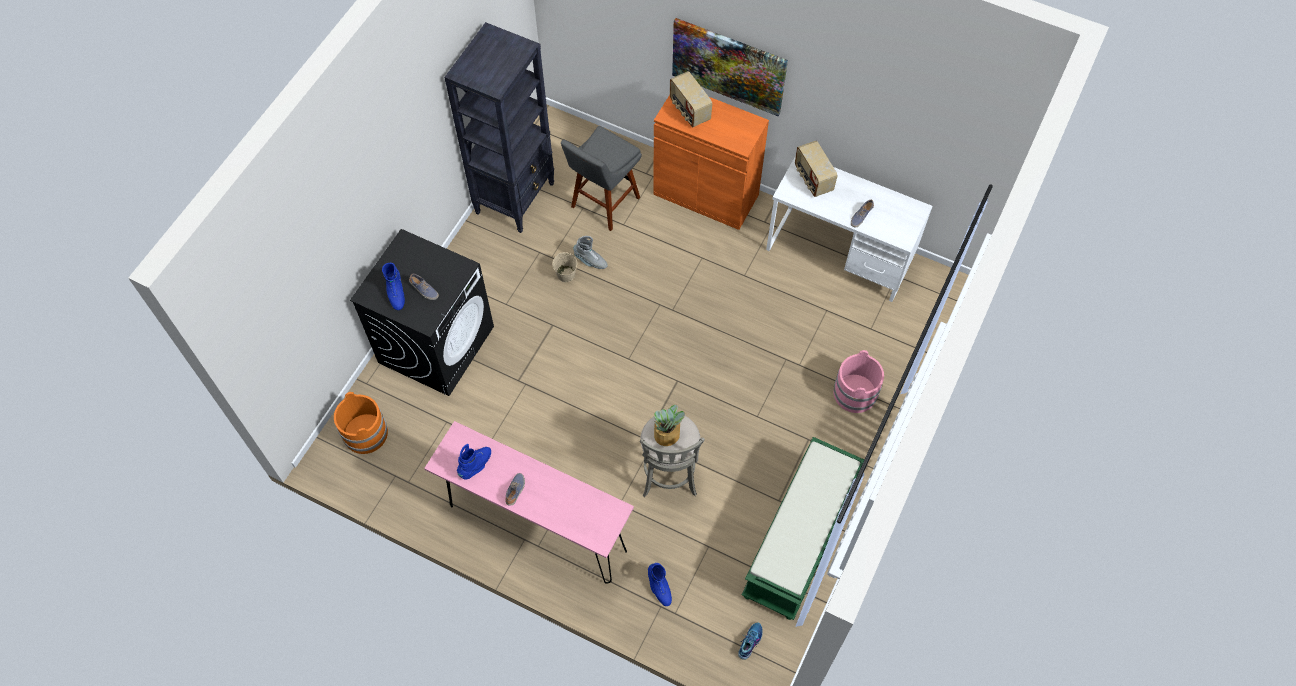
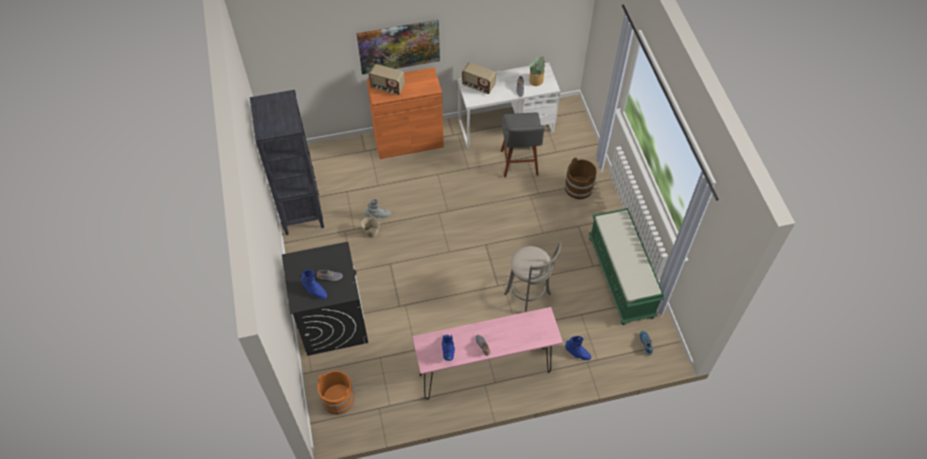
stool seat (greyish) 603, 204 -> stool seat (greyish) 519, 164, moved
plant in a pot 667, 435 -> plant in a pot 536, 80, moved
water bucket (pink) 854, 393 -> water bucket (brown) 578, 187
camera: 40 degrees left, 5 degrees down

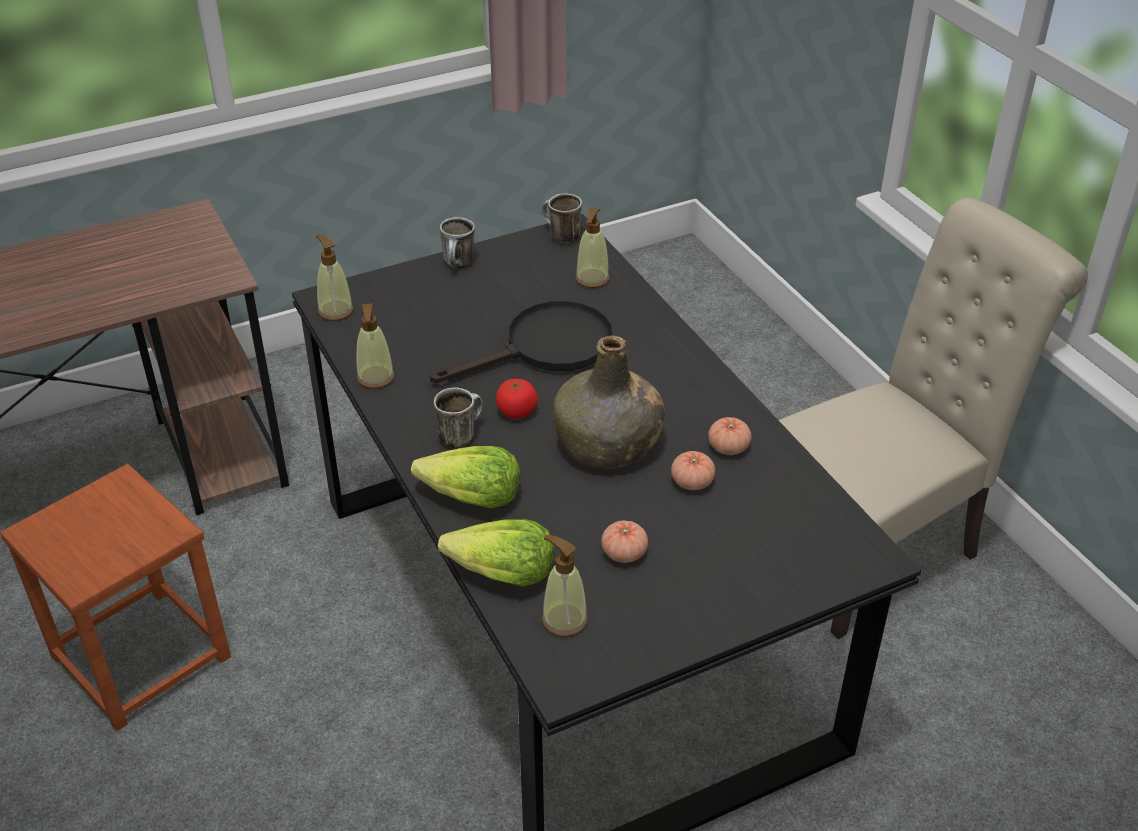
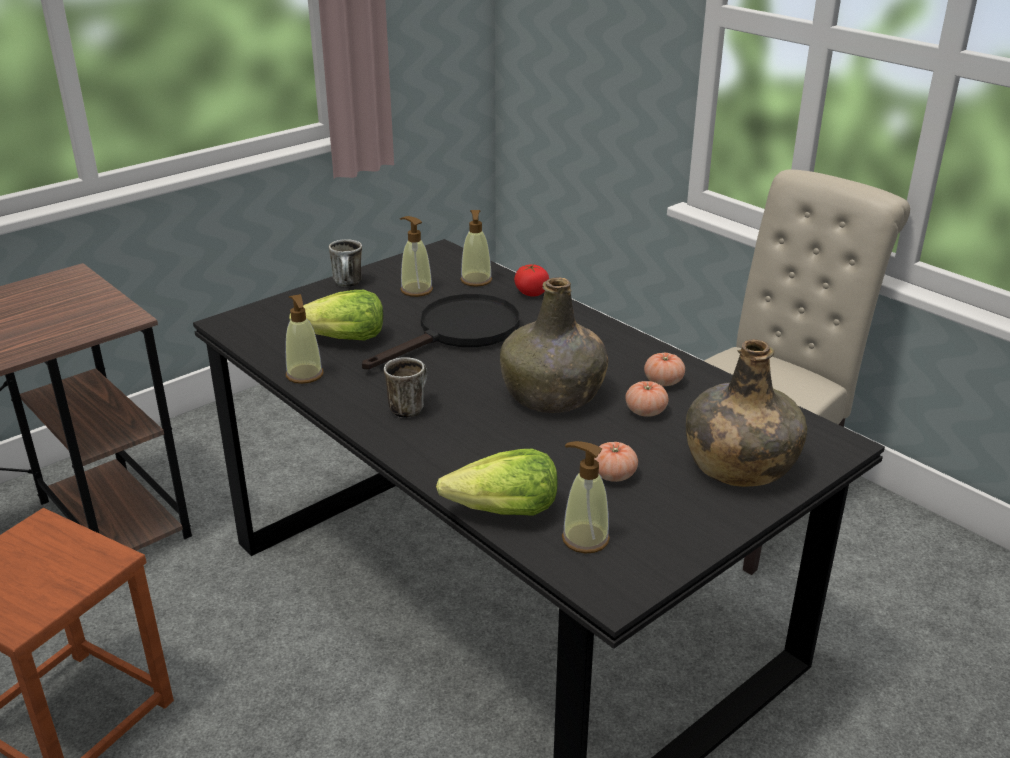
coffee mug 560, 237 -> none
none -> beverage bottle (green) 738, 464
liquid soap bottle 335, 311 -> liquid soap bottle 416, 290, moved
lettuce 471, 498 -> lettuce 343, 339, moved
tomato 517, 411 -> tomato 531, 293, moved
camera: 15 degrees left, 10 degrees down

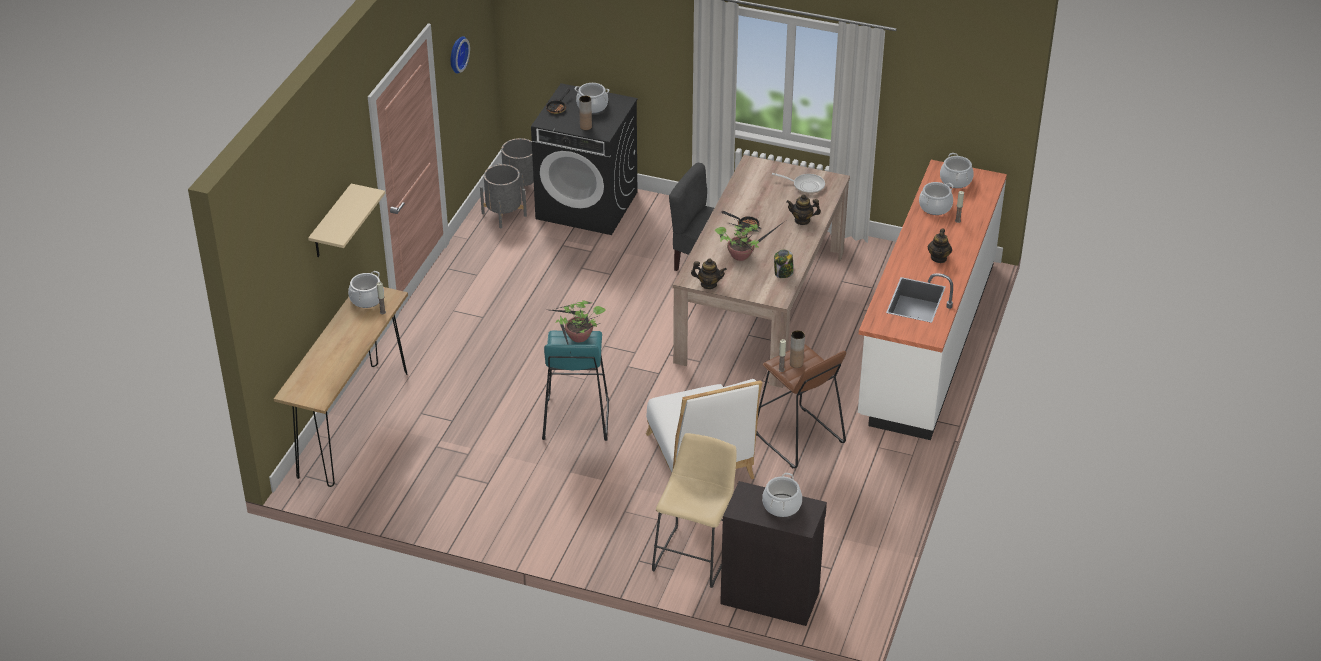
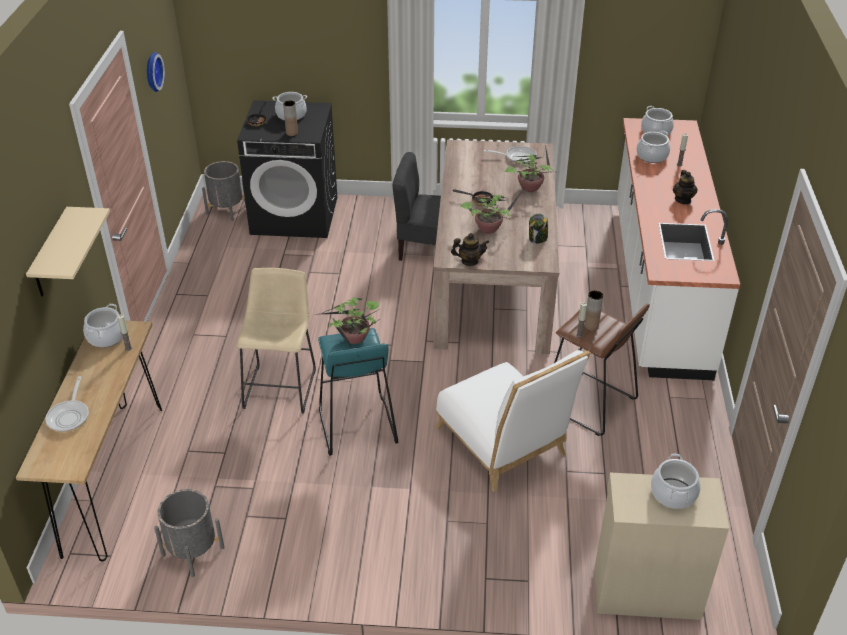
none -> frying pan 69, 416
planter (greyish) 504, 214 -> planter (greyish) 193, 551, moved
stool seat (sand-coloured) 696, 553 -> stool seat (sand-coloured) 281, 385, moved
pot for tea 802, 220 -> plant in a pot 530, 188
cupboard (black-coloured) 769, 596 -> cupboard (sand-coloured) 645, 591
camera: 15 degrees left, 0 degrees up

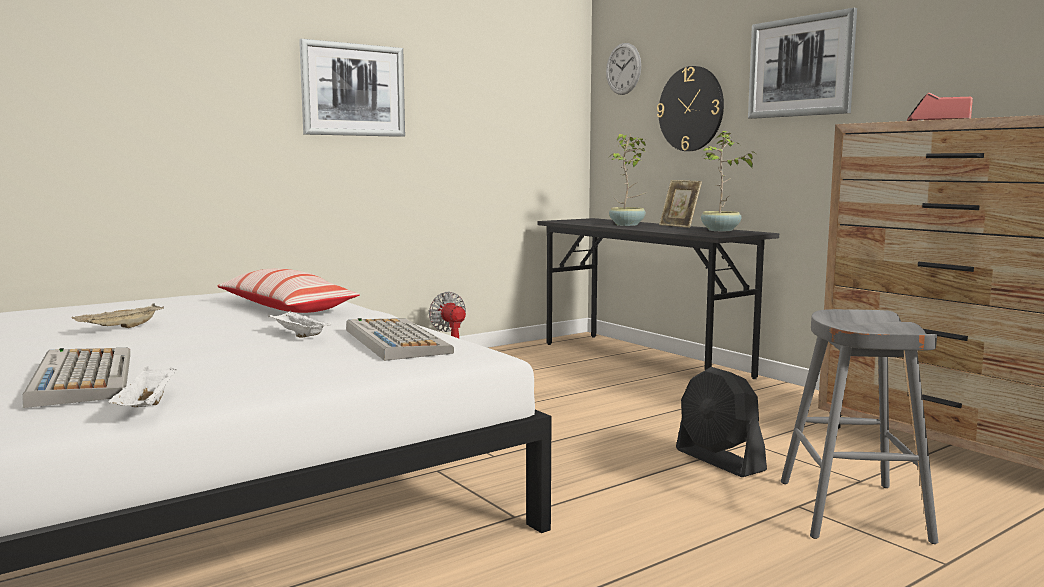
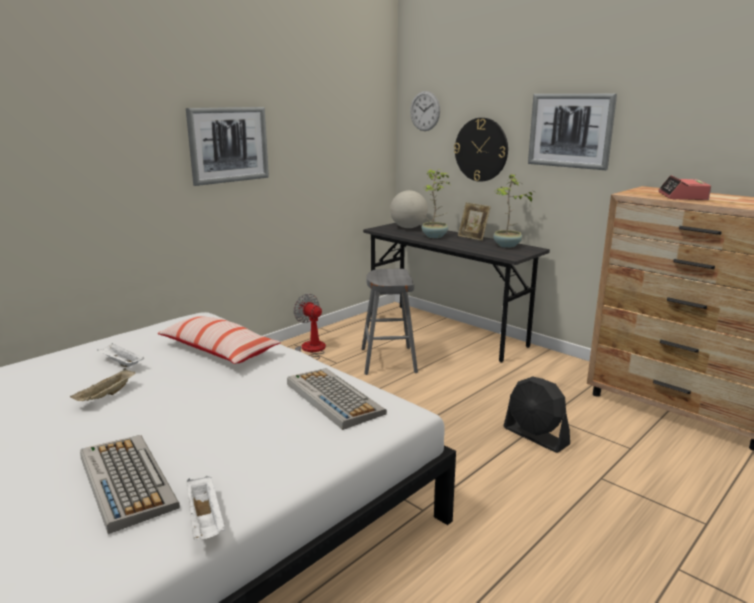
none -> globe 408, 227
serving tray (whitish) 298, 335 -> serving tray (whitish) 121, 363, moved
stool seat (greyish) 853, 511 -> stool seat (greyish) 388, 360, moved
camera: 10 degrees left, 10 degrees up

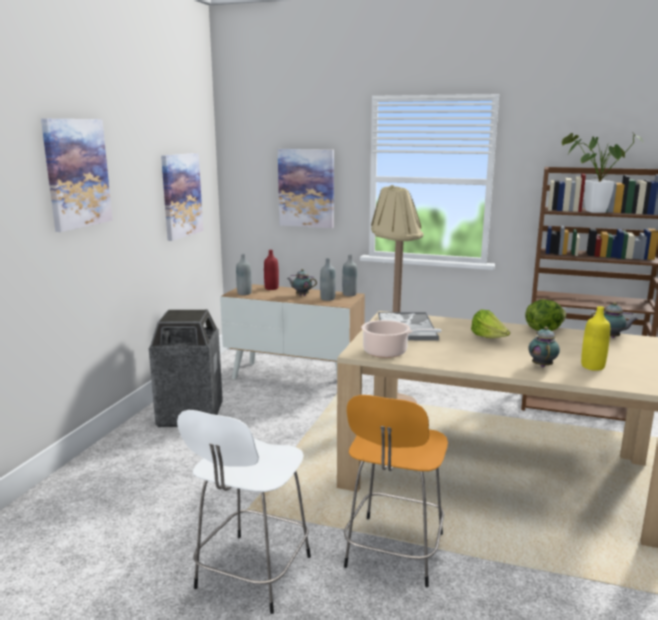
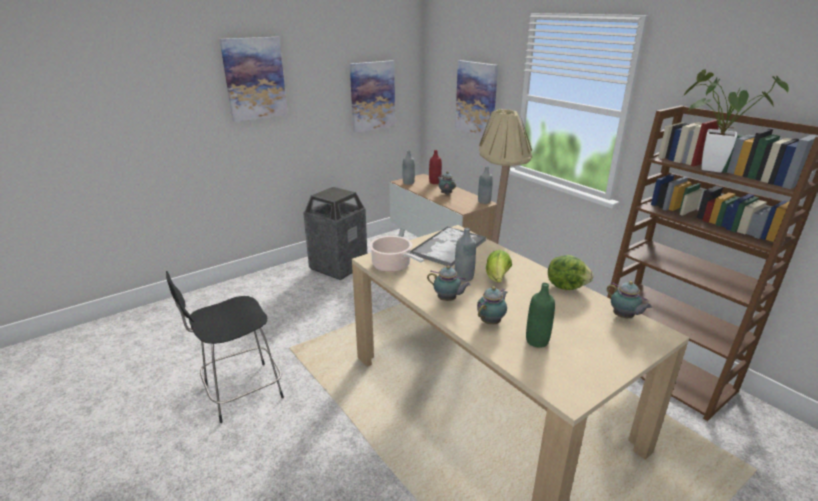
stool seat (orangey) 393, 553 -> none
none -> pot for tea 448, 300
beverage bottle (greyish) 327, 299 -> beverage bottle (greyish) 464, 277, moved
stool seat (whitish) 251, 575 -> stool seat (black-coloured) 240, 392
beverage bottle (yellow) 592, 366 -> beverage bottle (green) 537, 341
camera: 35 degrees right, 10 degrees up

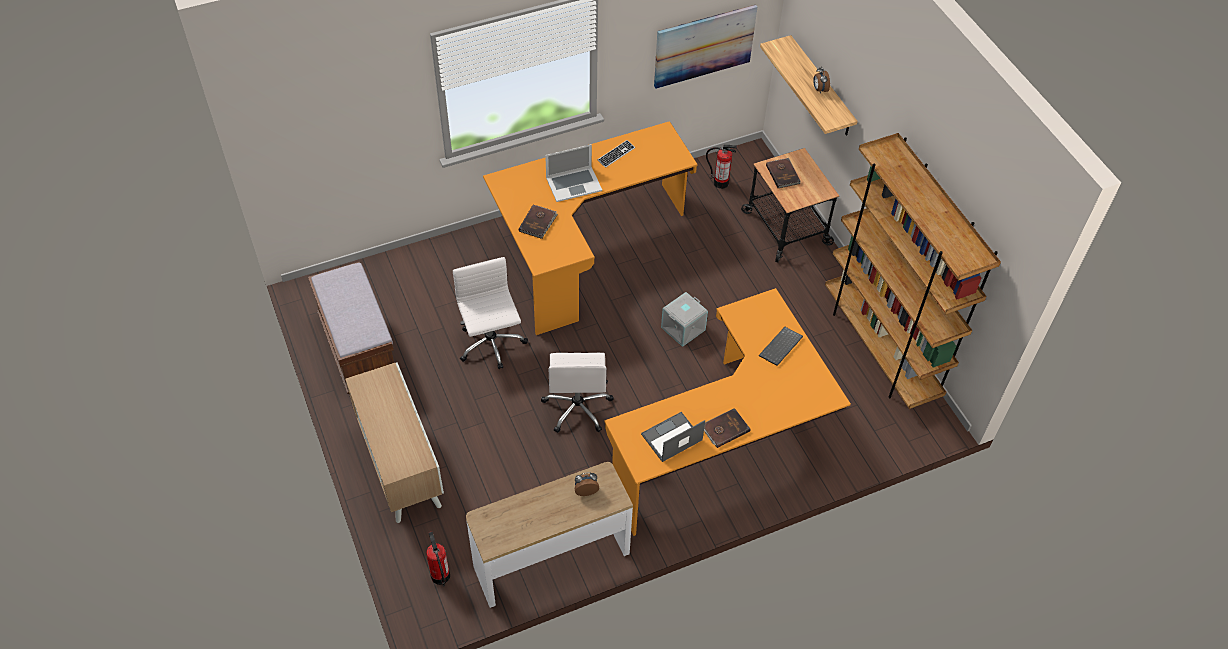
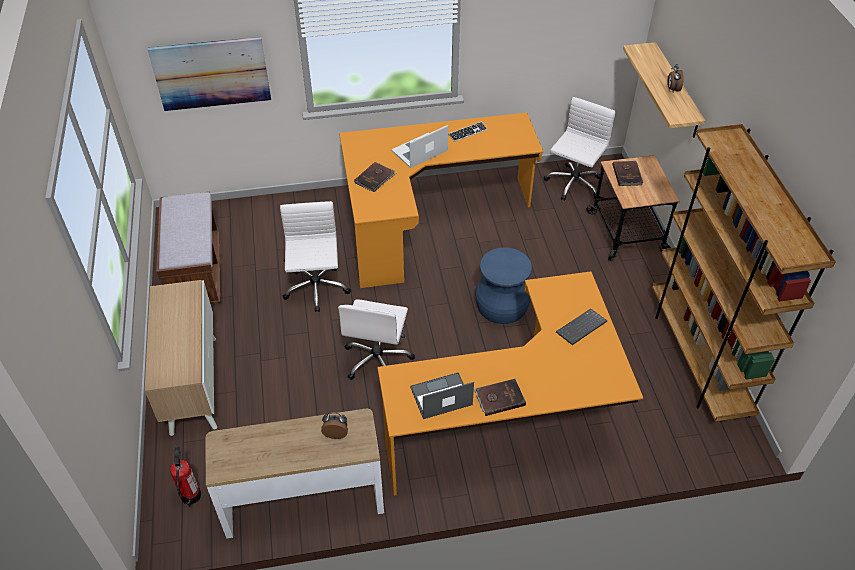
wall art 704, 45 -> wall art 211, 73, moved
storage bin (greyish) 683, 329 -> stool seat (bluish) 502, 306
extinguisher 720, 182 -> computer chair (whitish) 573, 185
laptop 573, 184 -> laptop 420, 151, 150 degrees clockwise
camera: 15 degrees right, 5 degrees down

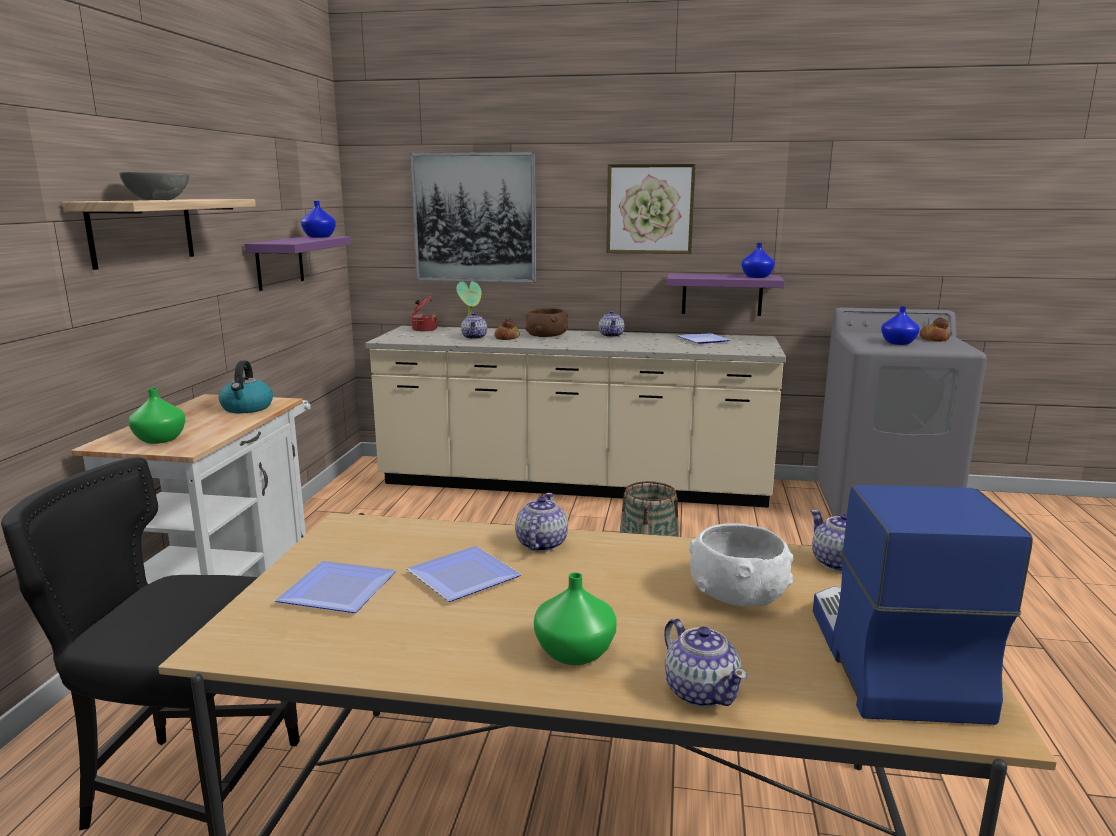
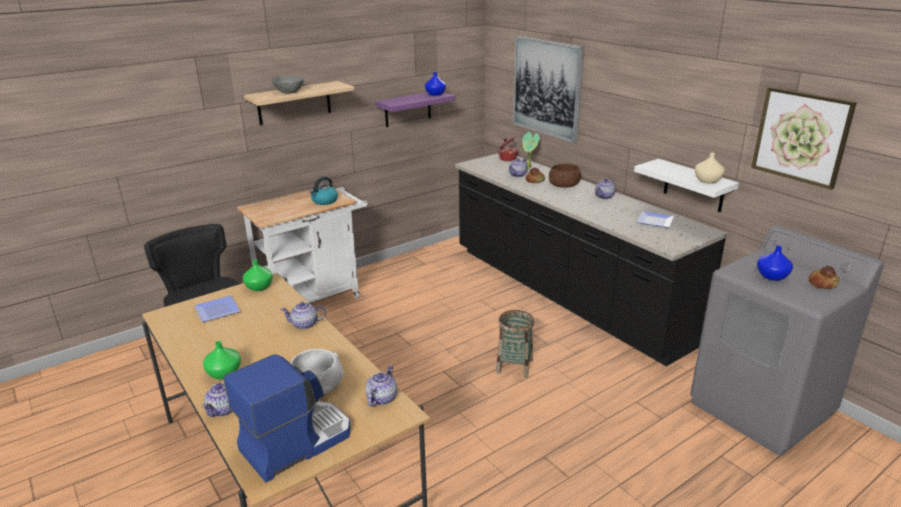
plate 462, 579 -> none
decorative vase (green) 160, 440 -> decorative vase (green) 259, 287, moved
wall art 650, 209 -> wall art 801, 136, moved
kitchen counter (sand-coloured) 573, 485 -> kitchen counter (black-coloured) 565, 294
shelf (purple) 722, 294 -> shelf (whitish) 694, 186
decorative vase (bluish) 756, 277 -> decorative vase (sand-coloured) 707, 181
pot for tea 540, 544 -> pot for tea 305, 324, 150 degrees counterclockwise
camera: 45 degrees right, 10 degrees up

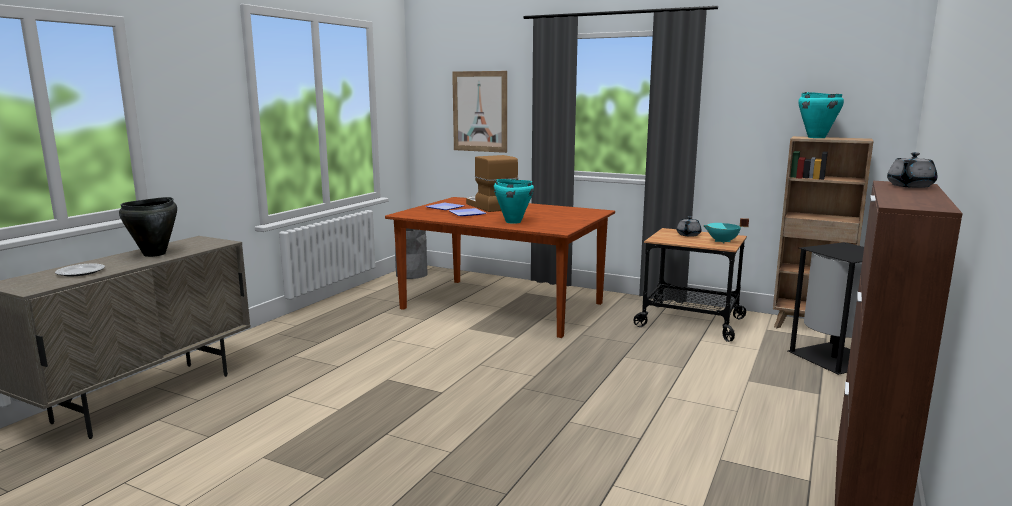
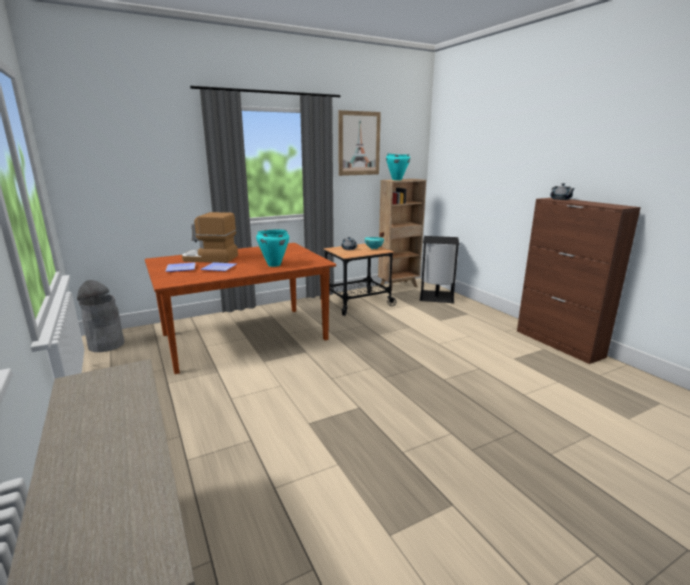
plate 80, 272 -> none
stockpot (black-coloured) 155, 254 -> none
wall art 480, 111 -> wall art 359, 143, moved
camera: 55 degrees left, 5 degrees up

